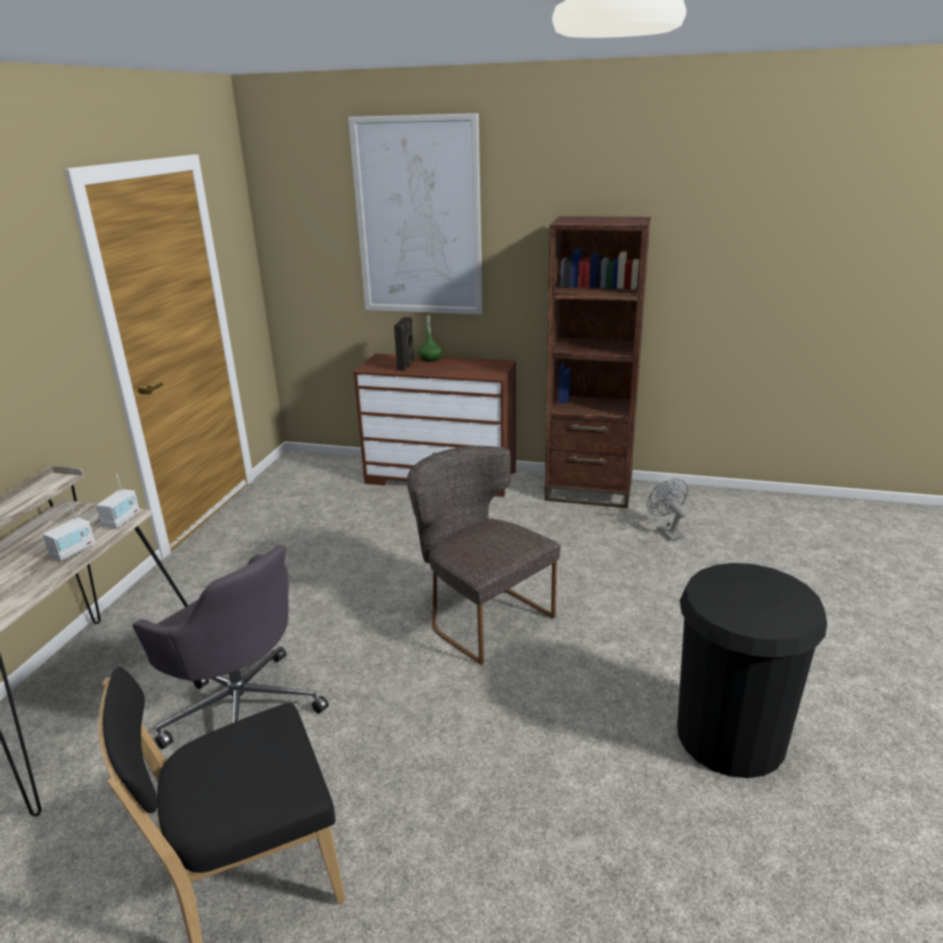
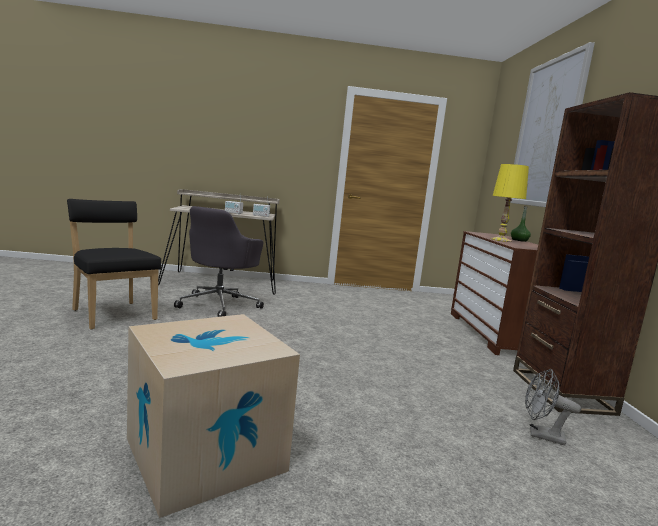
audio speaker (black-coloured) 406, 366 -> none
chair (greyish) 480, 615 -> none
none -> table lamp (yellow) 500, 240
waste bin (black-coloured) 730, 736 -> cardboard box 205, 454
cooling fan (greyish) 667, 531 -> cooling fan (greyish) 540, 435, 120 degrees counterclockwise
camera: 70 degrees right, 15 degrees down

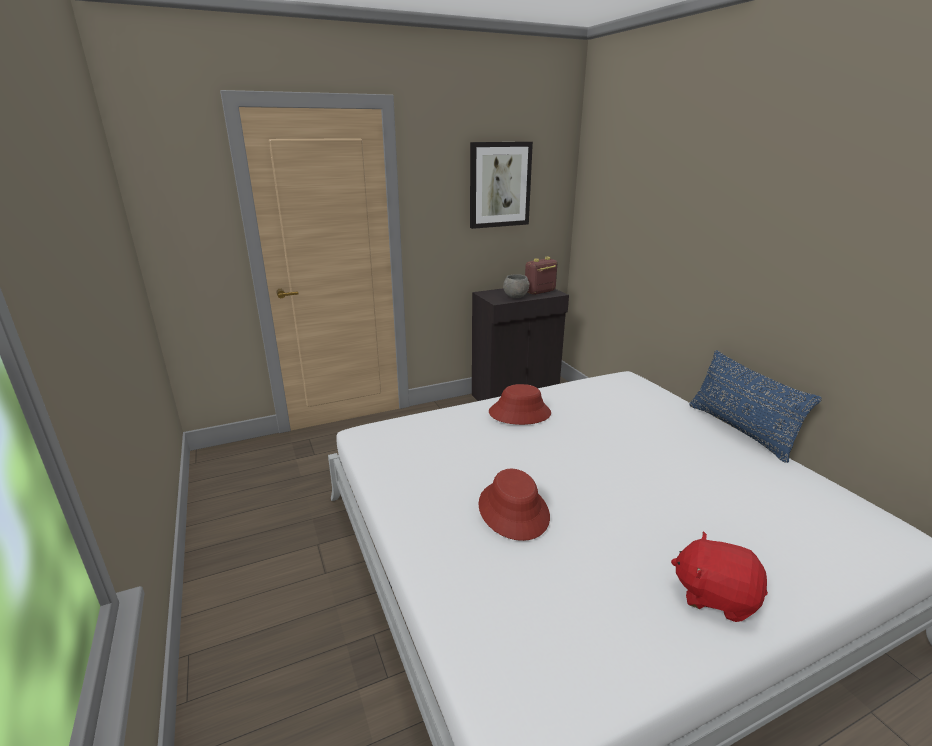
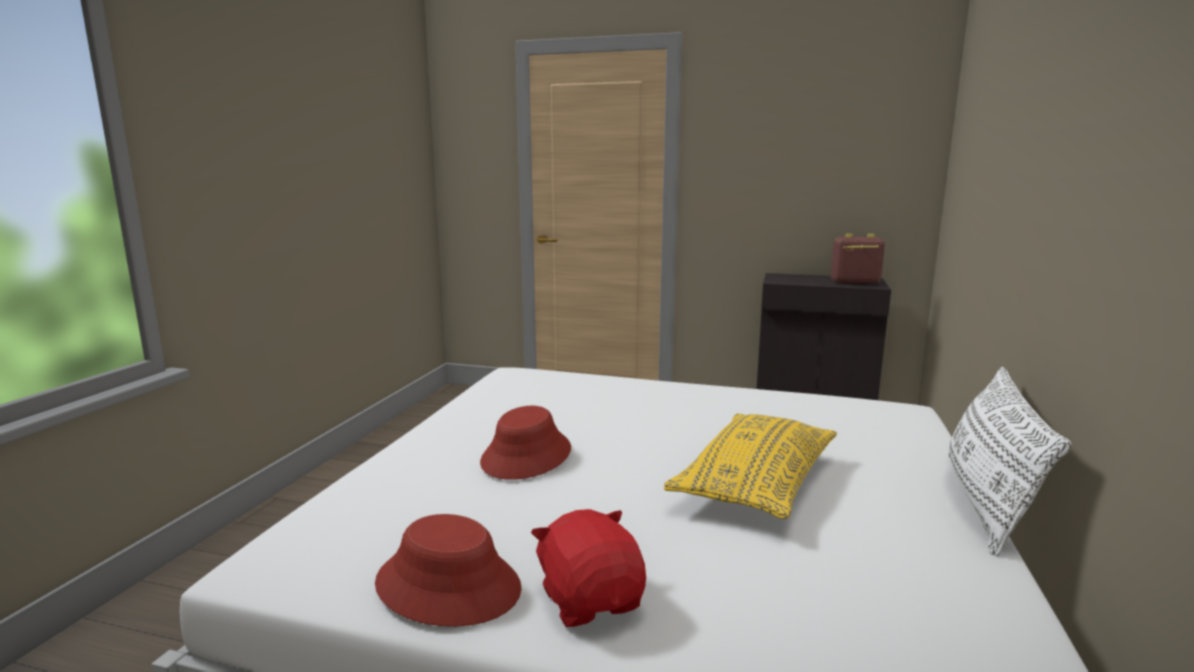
wall art 499, 185 -> none
deep dish (greyish) 516, 297 -> none
none -> cushion (yellow) 755, 483
wearable hat (red-coloured) 519, 413 -> wearable hat (red-coloured) 449, 585, moved
cushion (bluish) 740, 430 -> cushion (whitish) 987, 502
camera: 40 degrees right, 10 degrees down

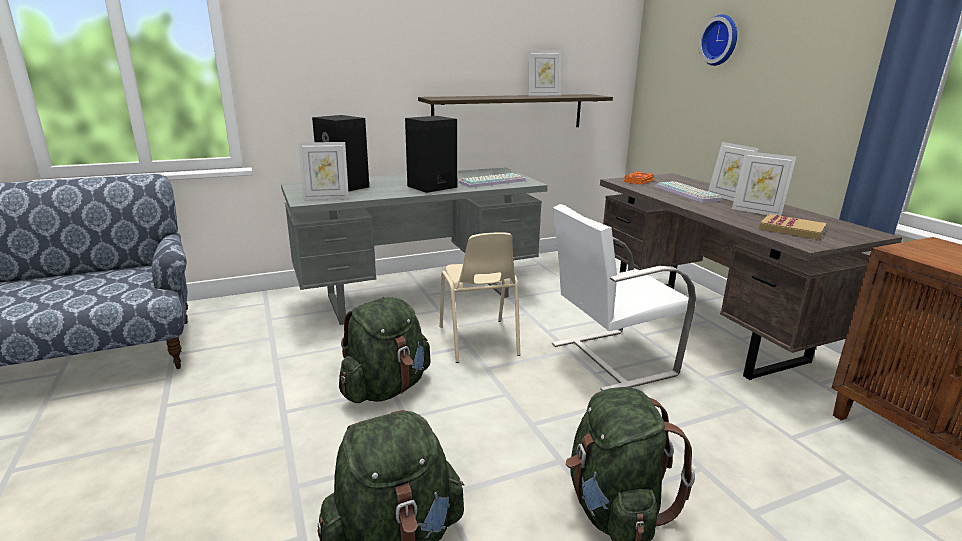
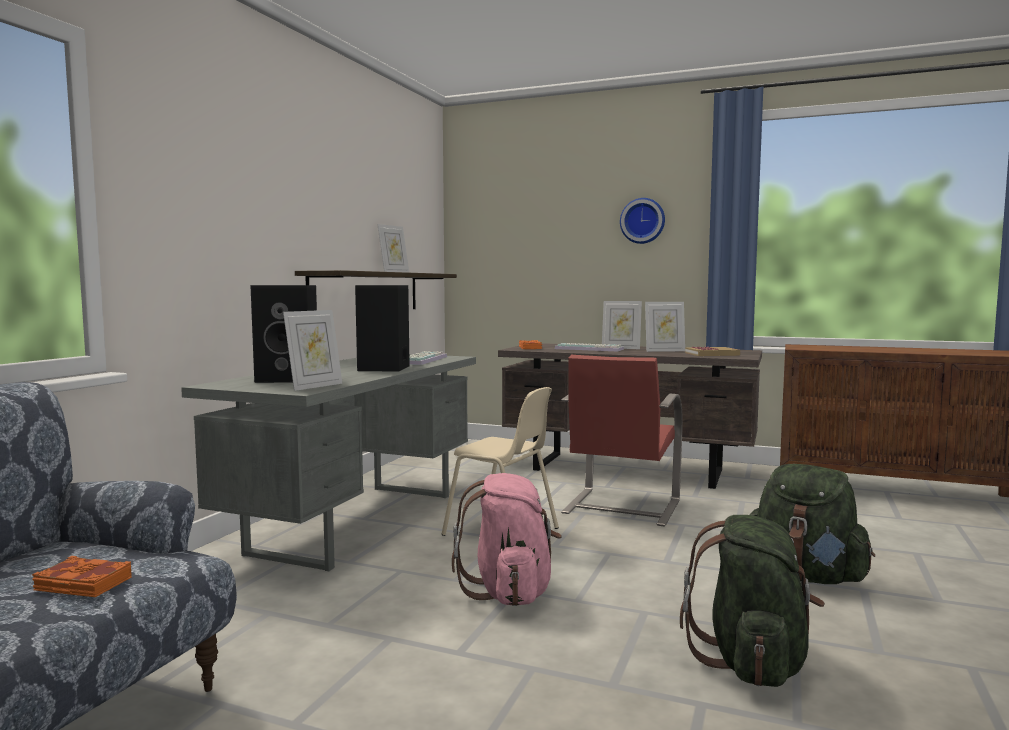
none -> volume (orangey) 82, 585
wall clock 721, 40 -> wall clock 642, 221, moved
rucksack (green) 386, 388 -> rucksack (pink) 510, 592
chair (whitish) 609, 359 -> chair (red-coloured) 620, 507
camera: 45 degrees left, 15 degrees down

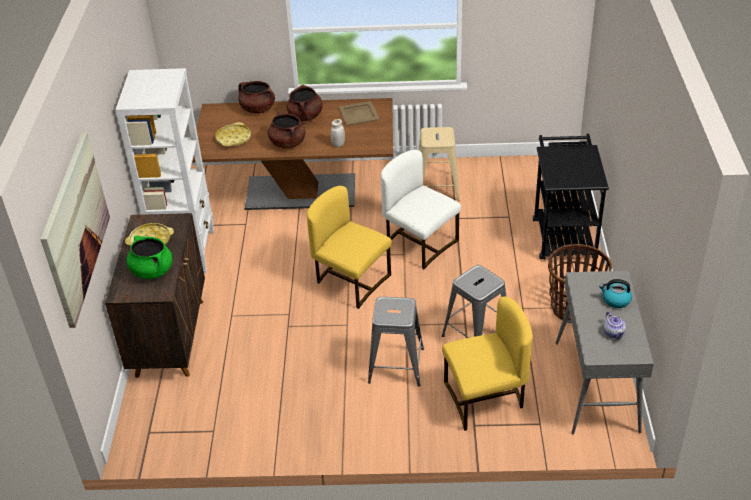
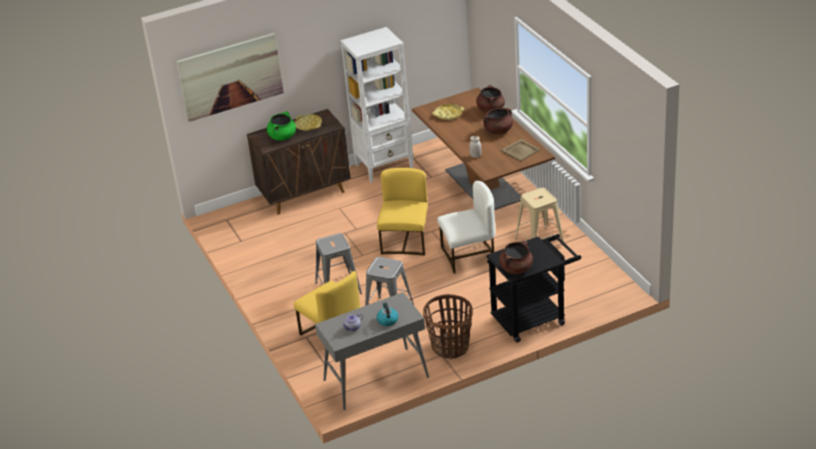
stockpot (brown) 287, 143 -> stockpot (brown) 516, 268, moved
chair (whitish) 419, 243 -> chair (whitish) 469, 255, 60 degrees clockwise
camera: 65 degrees right, 5 degrees down

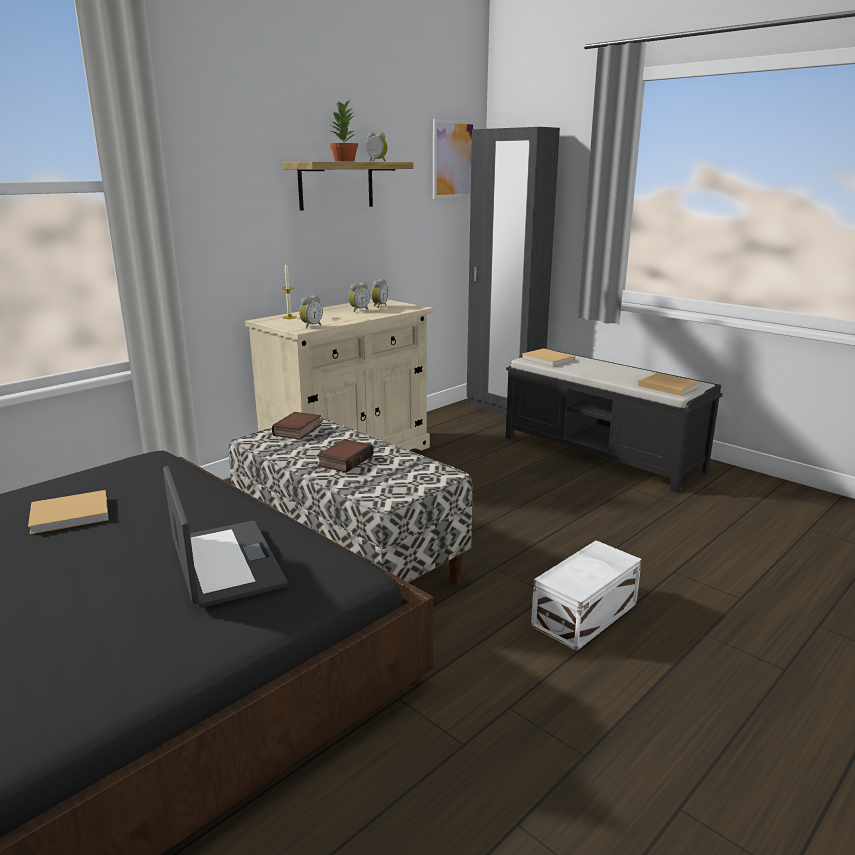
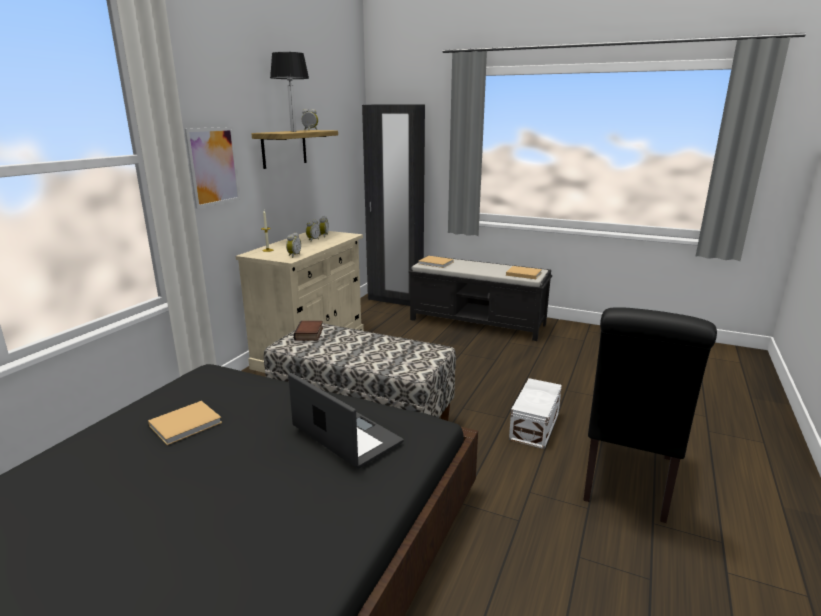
volume 344, 460 -> none
none -> chair (black-coloured) 626, 482
wall art 453, 159 -> wall art 213, 166, moved
plant in a pot 344, 161 -> table lamp 294, 131
camera: 20 degrees left, 0 degrees up

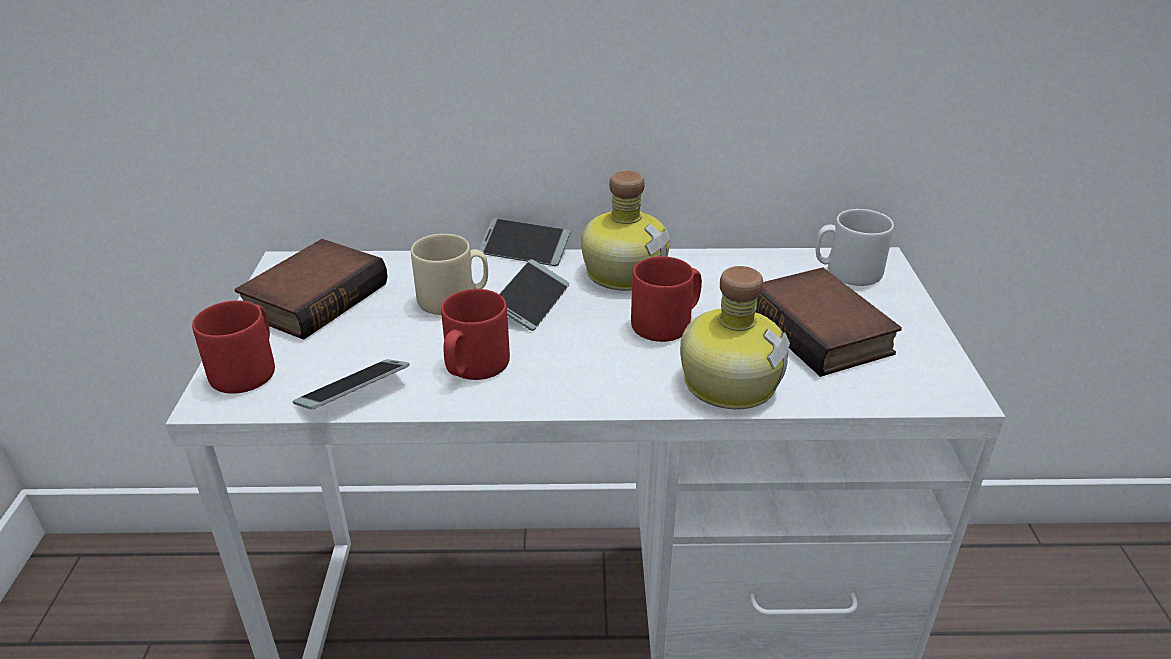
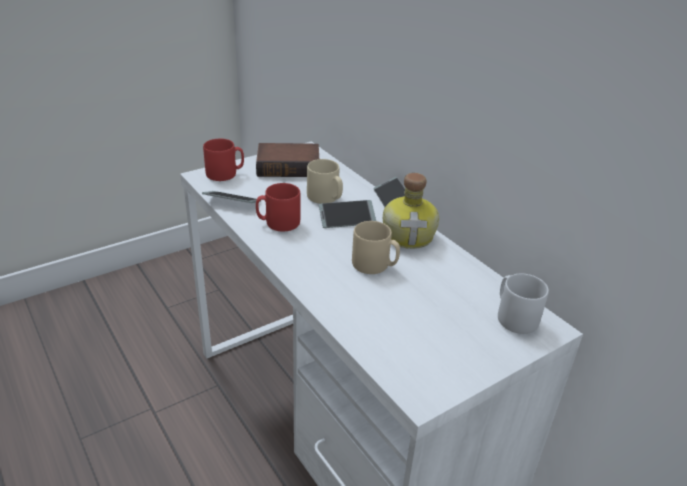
beverage bottle 728, 381 -> none
volume 823, 332 -> none
coffee mug (red-coloured) 667, 324 -> coffee mug (sand-coloured) 374, 265
camera: 55 degrees right, 0 degrees up

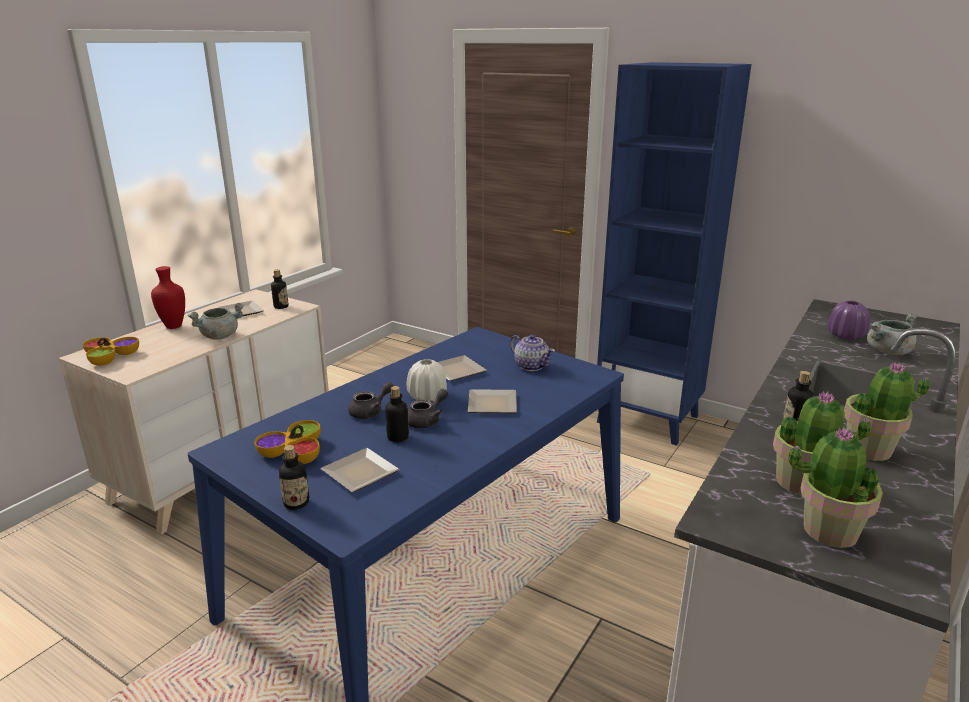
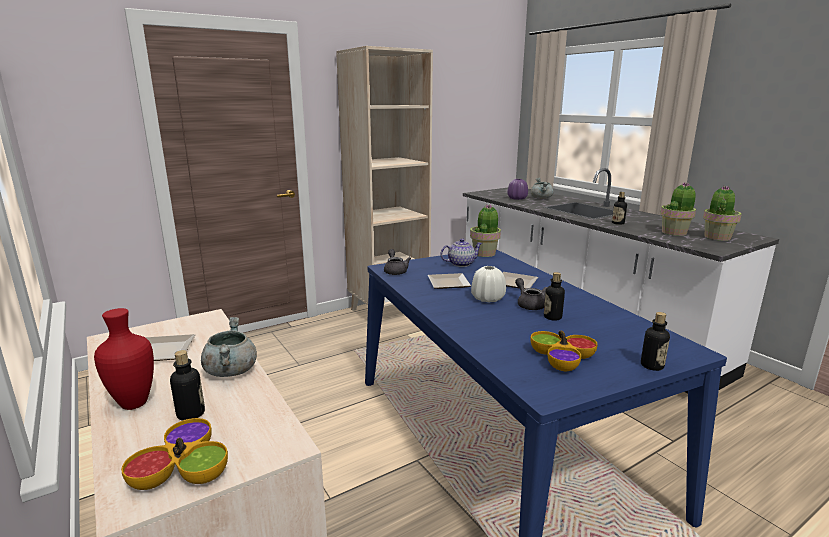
plate 363, 473 -> none
beverage bottle 281, 306 -> beverage bottle 191, 414, moved
pot for tea (greyish) 370, 412 -> pot for tea (greyish) 395, 271, moved
plant in a pot 869, 449 -> plant in a pot 484, 253, moved
bookshelf (bluish) 649, 419 -> bookshelf (sand-coloured) 388, 311
camera: 65 degrees left, 5 degrees down

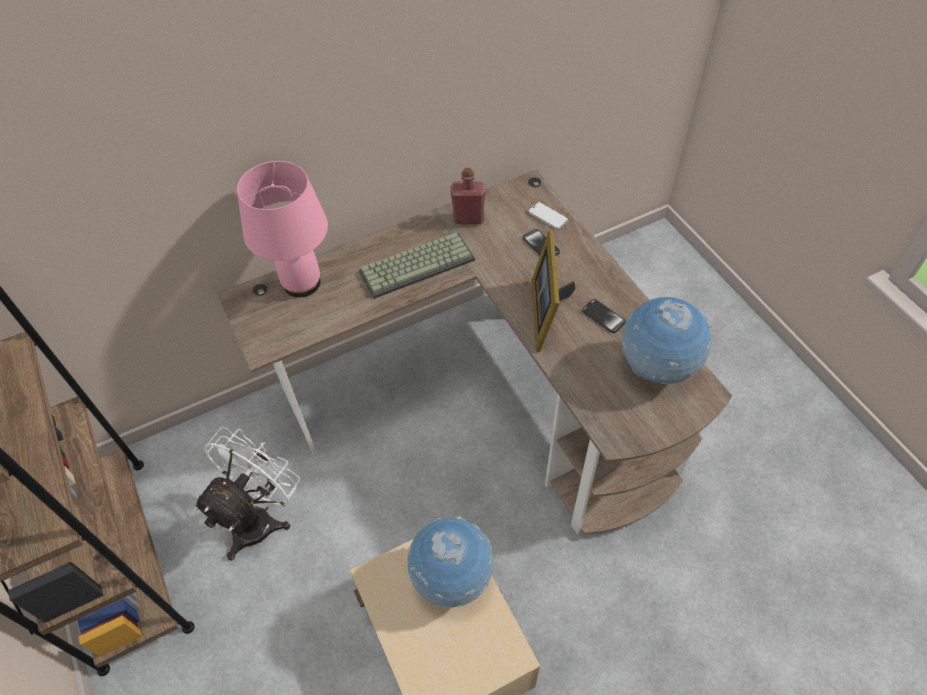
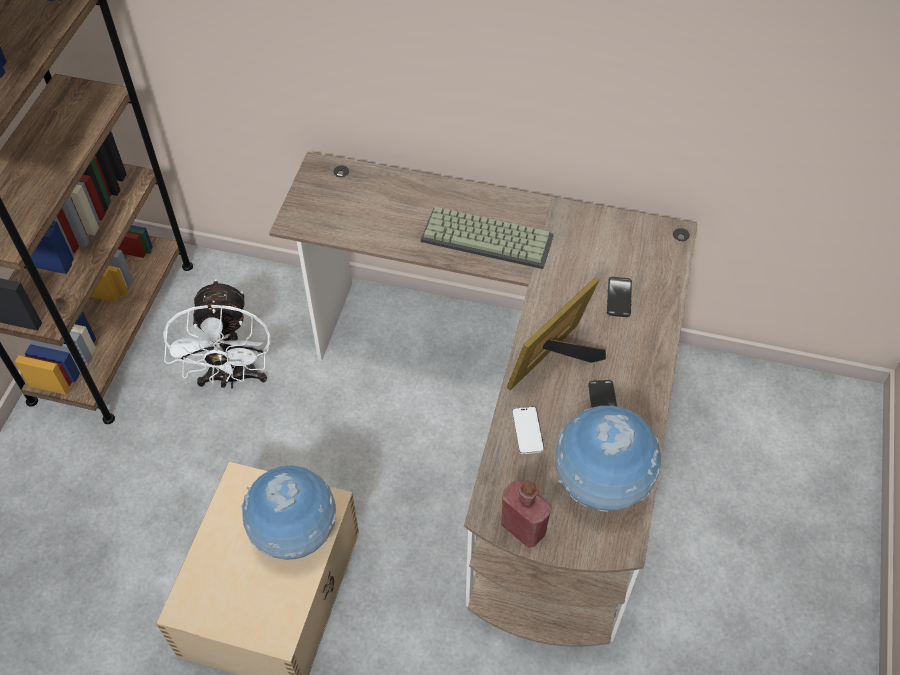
table lamp (pink) 303, 283 -> none
beverage bottle (red-coloured) 468, 219 -> beverage bottle (red-coloured) 523, 528, moved
phone 548, 216 -> phone 527, 431, moved
cooling fan (whitish) 260, 517 -> cooling fan (whitish) 232, 377, 105 degrees clockwise
camera: 40 degrees right, 0 degrees up

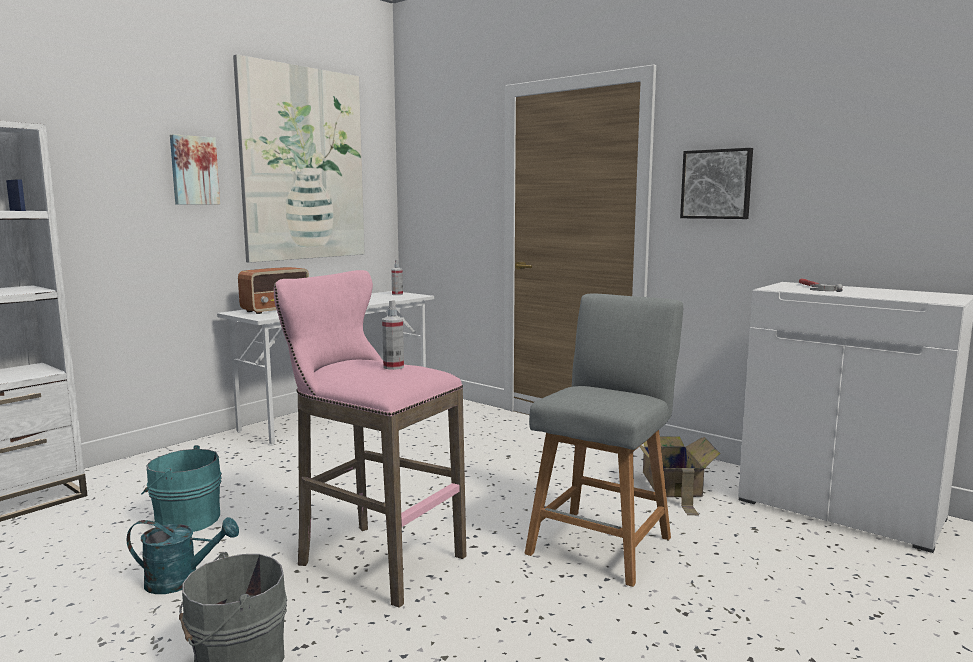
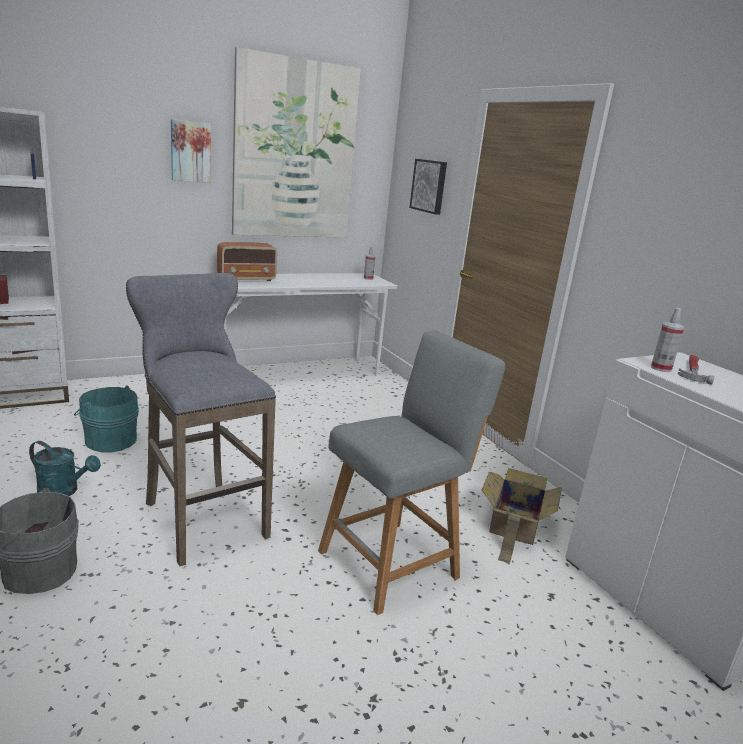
hand sprayer 393, 367 -> hand sprayer 661, 368, moved
wall art 717, 184 -> wall art 429, 186, moved
stool seat (pink) 373, 559 -> stool seat (greyish) 201, 517
camera: 20 degrees right, 10 degrees up

